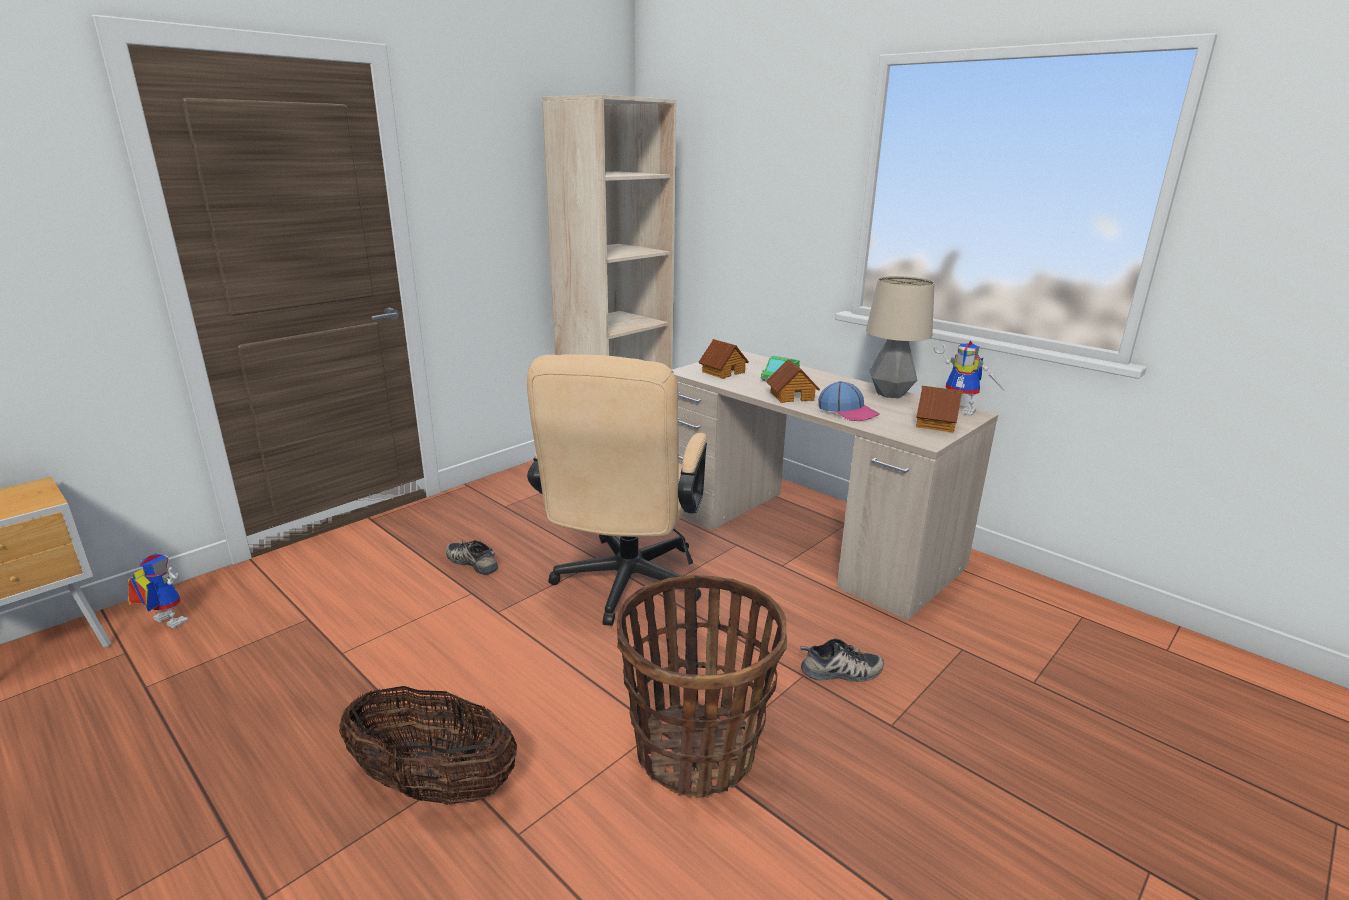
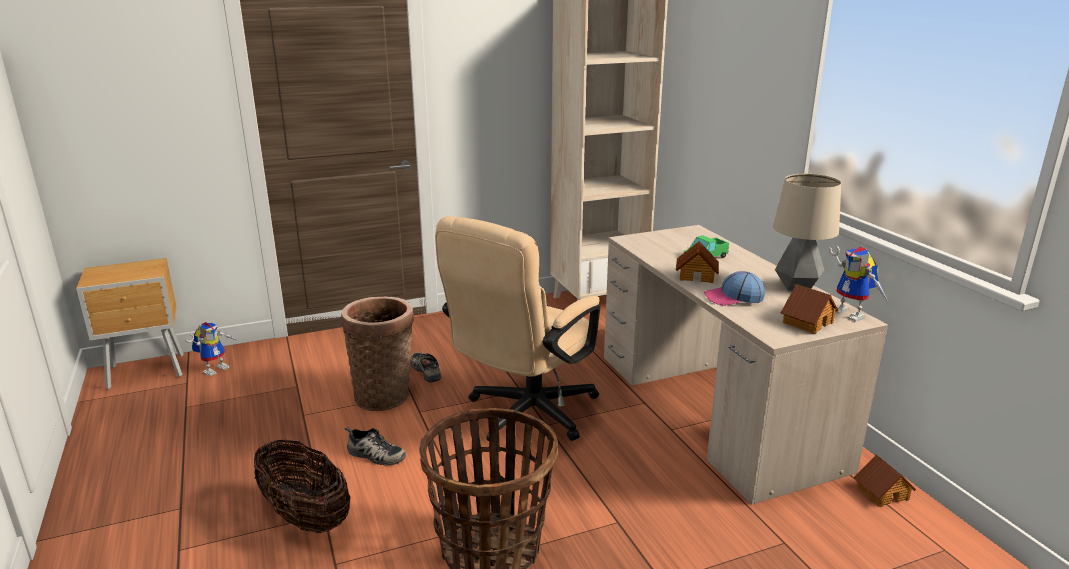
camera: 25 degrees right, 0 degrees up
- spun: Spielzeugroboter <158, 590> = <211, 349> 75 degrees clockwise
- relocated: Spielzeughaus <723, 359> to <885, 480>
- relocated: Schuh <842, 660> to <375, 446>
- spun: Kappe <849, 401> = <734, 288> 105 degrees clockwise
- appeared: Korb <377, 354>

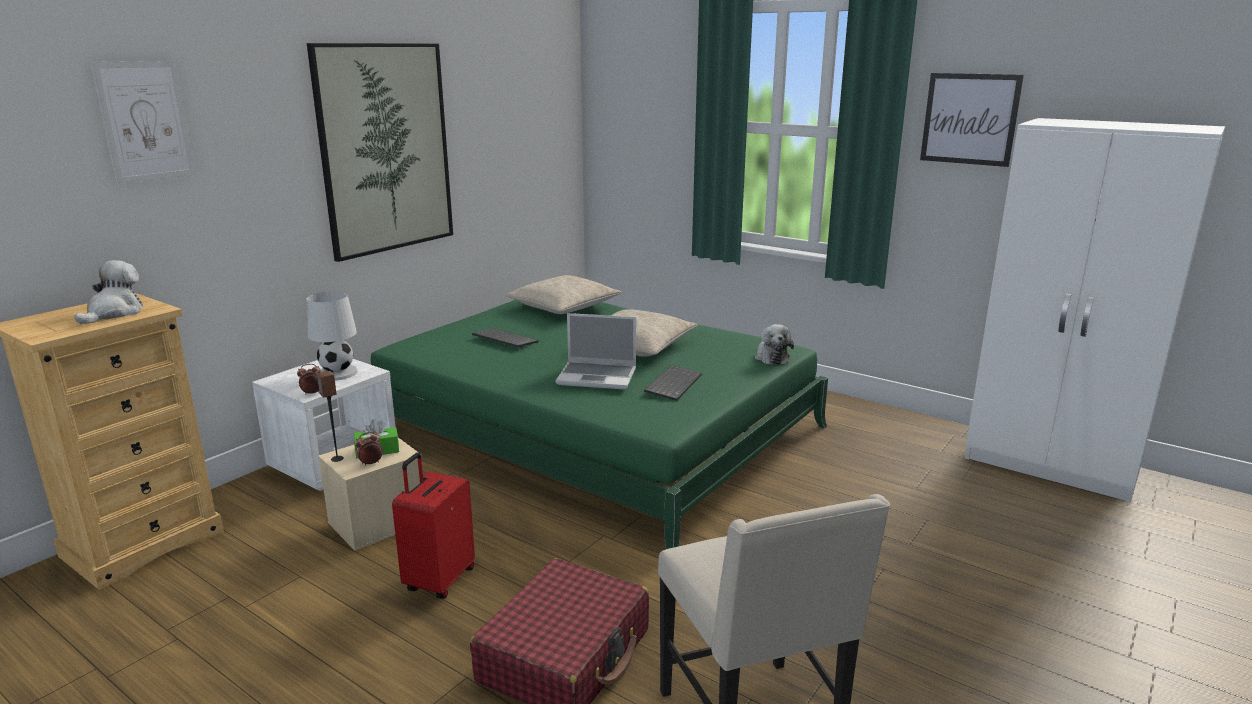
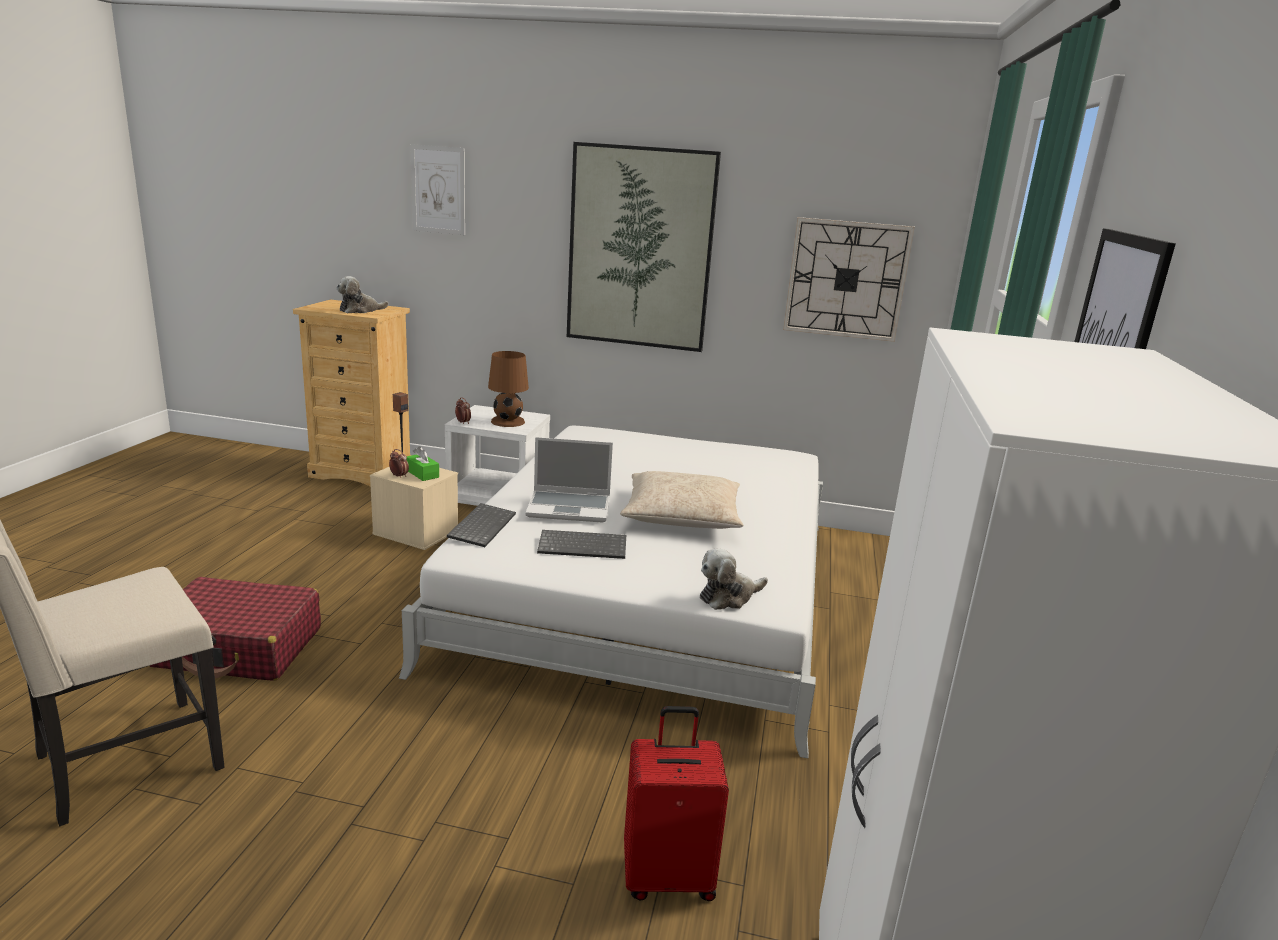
camera: 65 degrees right, 0 degrees up
- spun: Plüschtier <109, 292> = <362, 295> 150 degrees clockwise
- colour: Tischlampe/weiß <332, 336> to Tischlampe/braun <508, 389>
- colour: Bett/grün <599, 424> to Bett/weiß <611, 592>
- relocated: Koffer/rot <433, 526> to <676, 803>
- relocated: Tastatur <505, 337> to <481, 525>
- missing: Kissen/beige <564, 294>
- spun: Laptop <596, 351> = <569, 480> 75 degrees counterclockwise
- appeared: Wanduhr <849, 279>

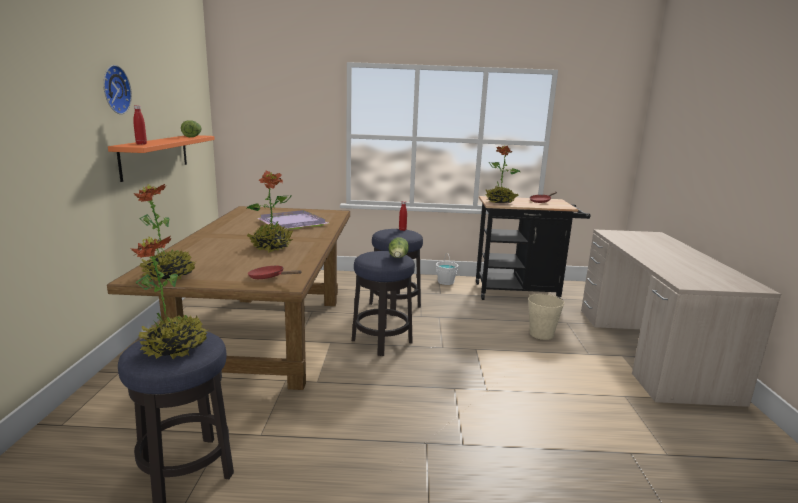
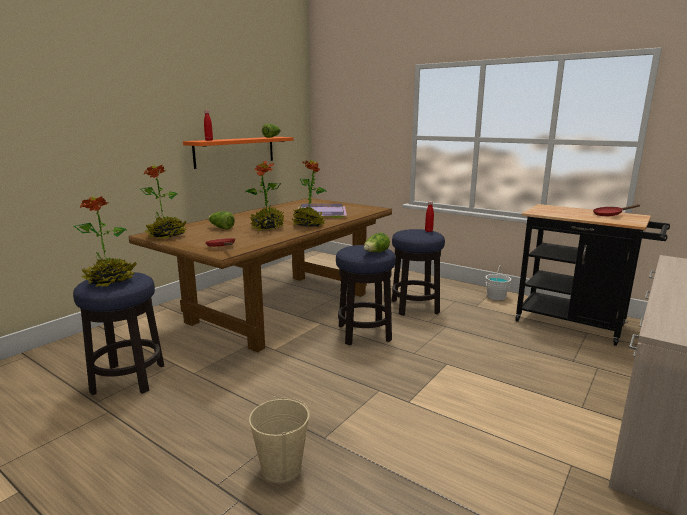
camera: 35 degrees right, 0 degrees up
- missing: Wanduhr <117, 89>
- relocated: Topfpflanze <502, 174> to <309, 193>
- relocated: Eimer/beige <546, 316> to <279, 440>
- appeared: Salatkopf <221, 220>

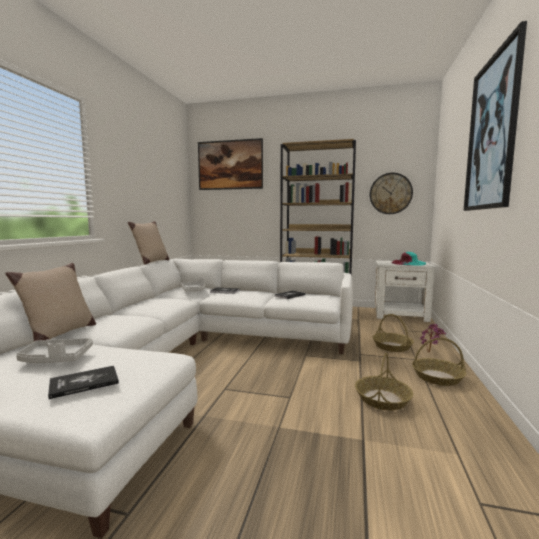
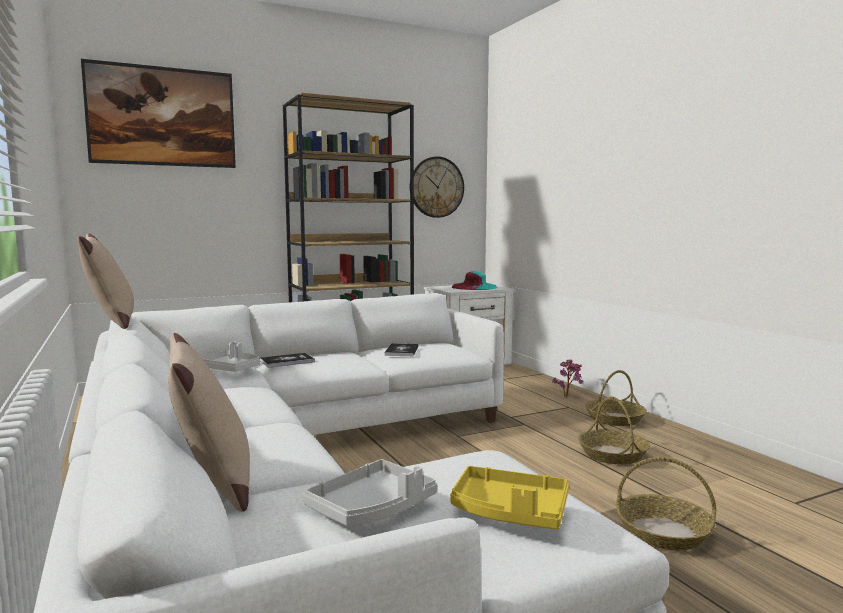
camera: 40 degrees left, 0 degrees up
- exchanged: Buch <83, 382> to Tablett/gelb <509, 498>
- relocated: Korb <393, 333> to <666, 503>
- missing: Bild <495, 116>

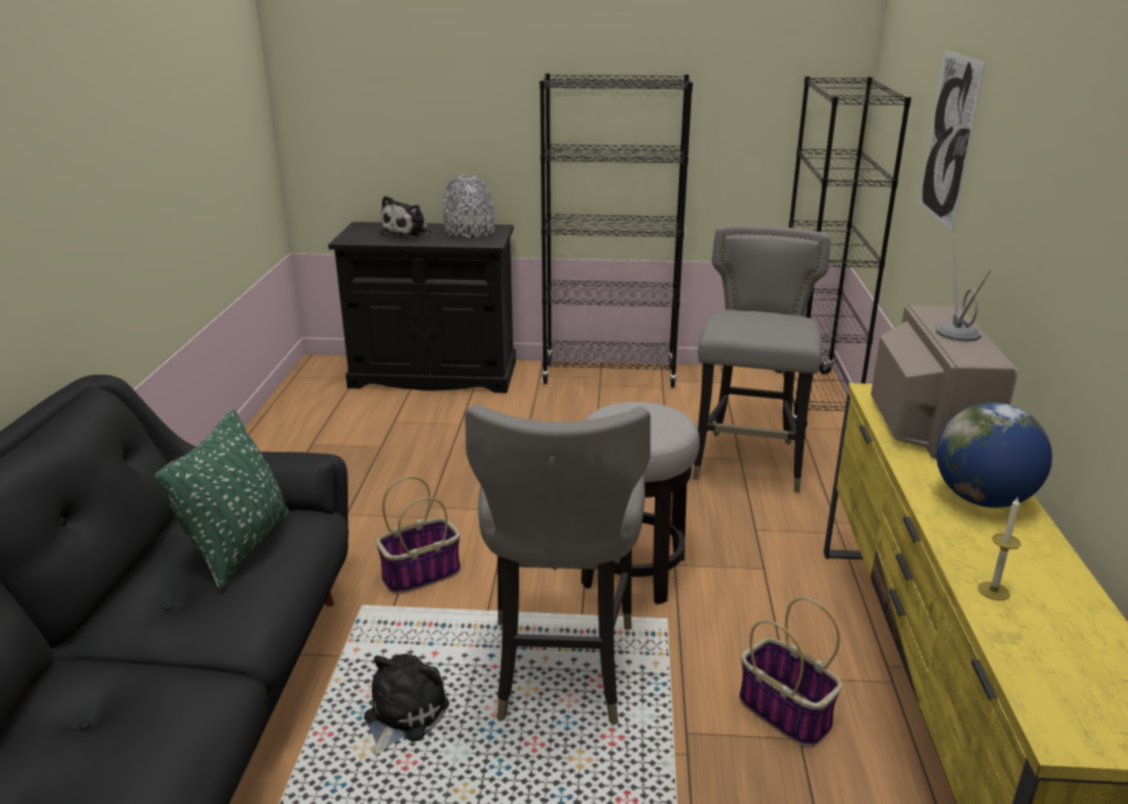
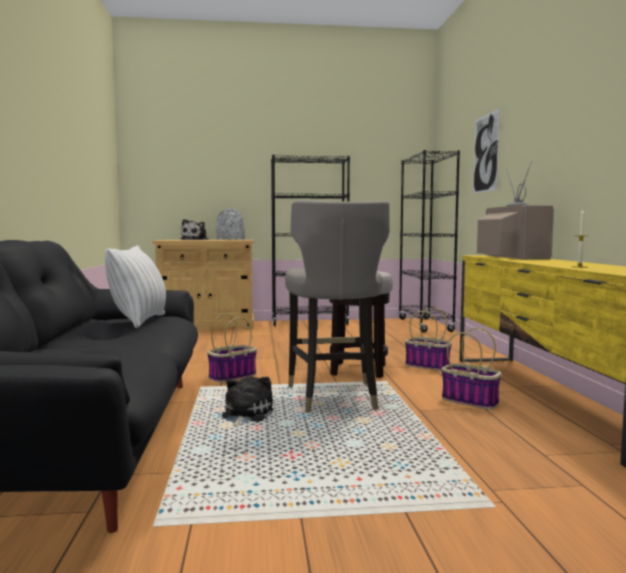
camera: 10 degrees left, 20 degrees down
- colour: Kissen/grün <222, 499> to Kissen/weiß <135, 287>
- colour: Schrank/schwarz <422, 307> to Schrank/beige <203, 285>
- missing: Hocker/grau <762, 359>
- missing: Globus <994, 455>
- appeared: Korb <428, 339>

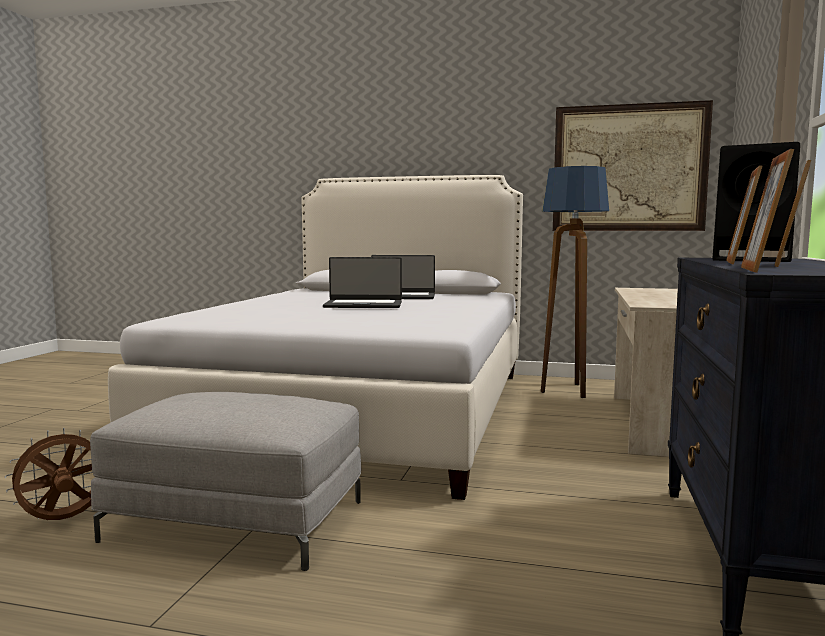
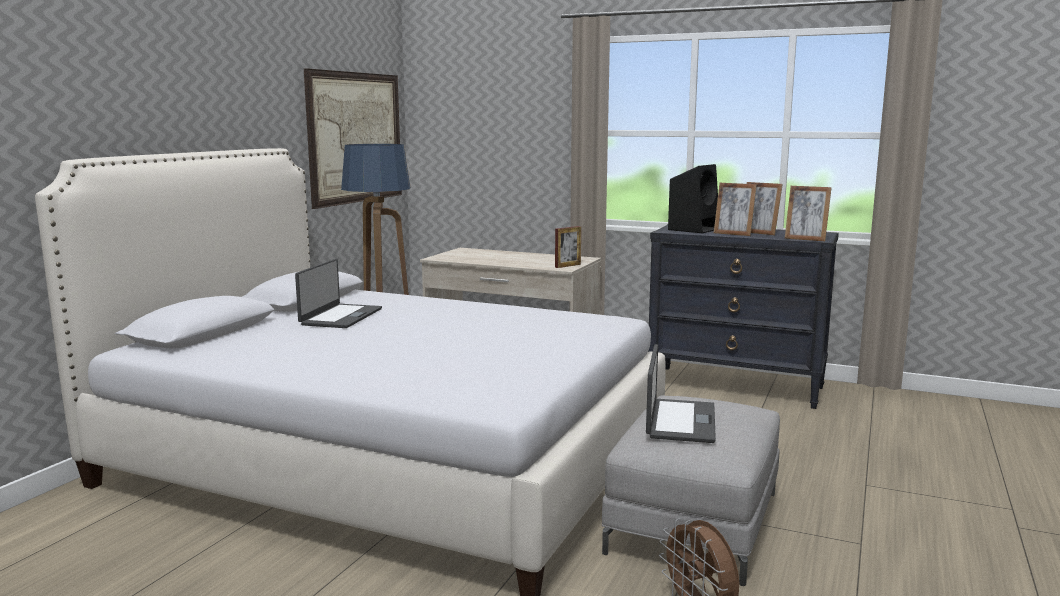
camera: 80 degrees left, 5 degrees up
- relocated: Laptop <362, 282> to <681, 393>
- appeared: Bilderrahmen <568, 247>

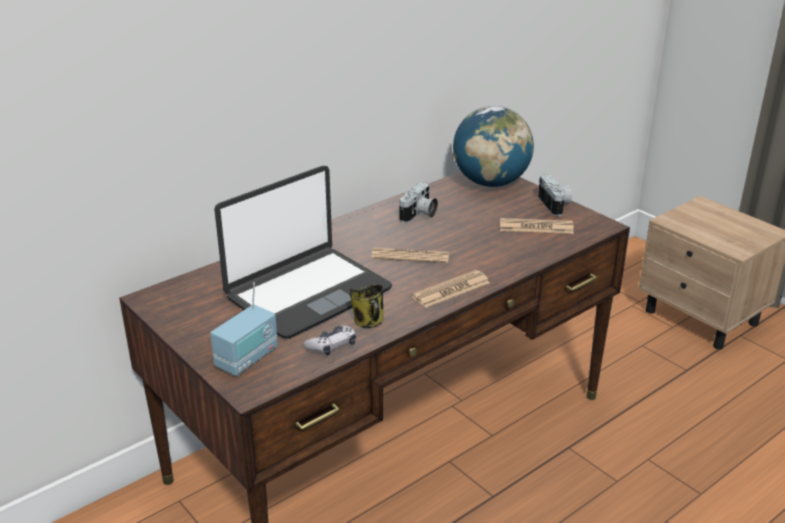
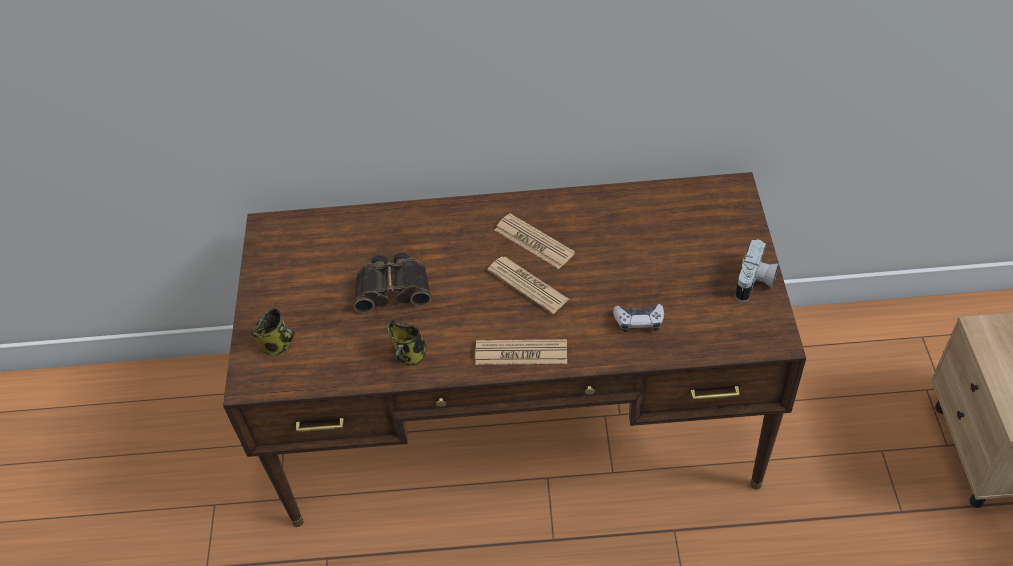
camera: 40 degrees right, 20 degrees up
- exchanged: Radio <244, 329> to Henkelbecher <272, 332>
- exchanged: Laptop <303, 252> to Fernglas <392, 283>
- relocated: Gamepad <330, 341> to <638, 318>
- missing: Kamera <419, 202>
- missing: Globus <493, 146>
- relocated: Zeitung <537, 226> to <535, 241>

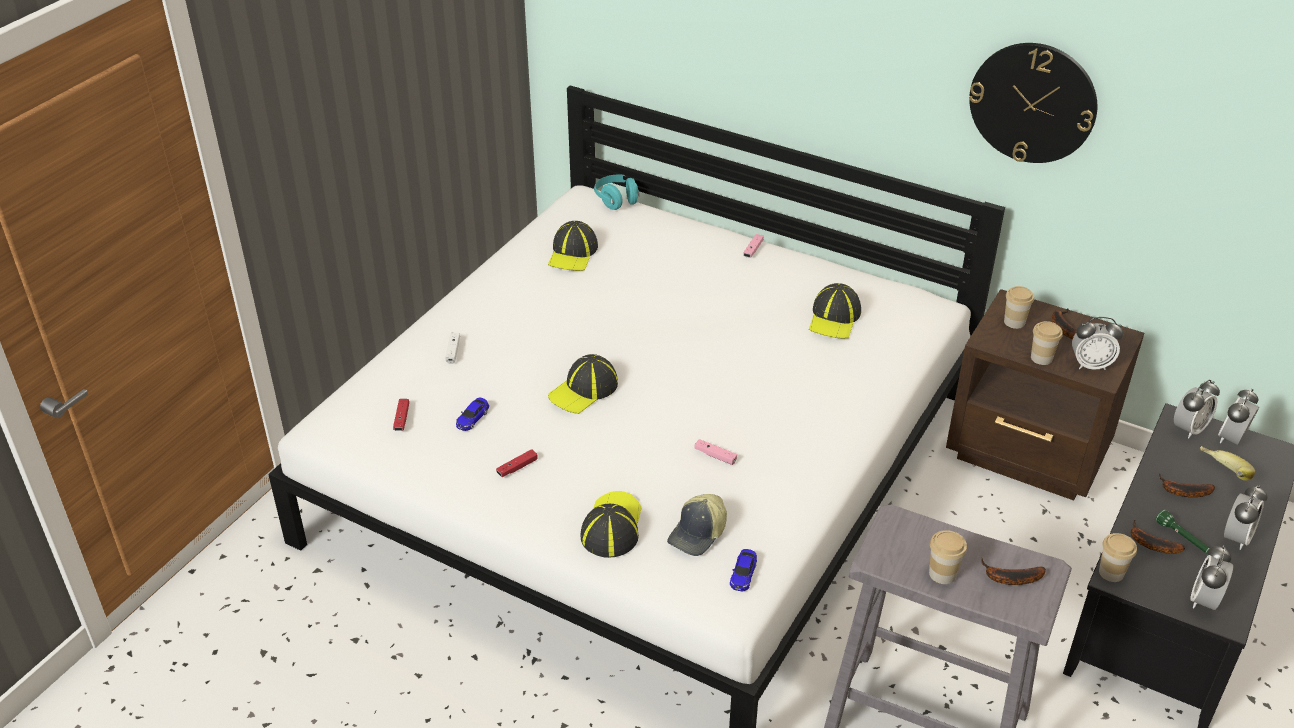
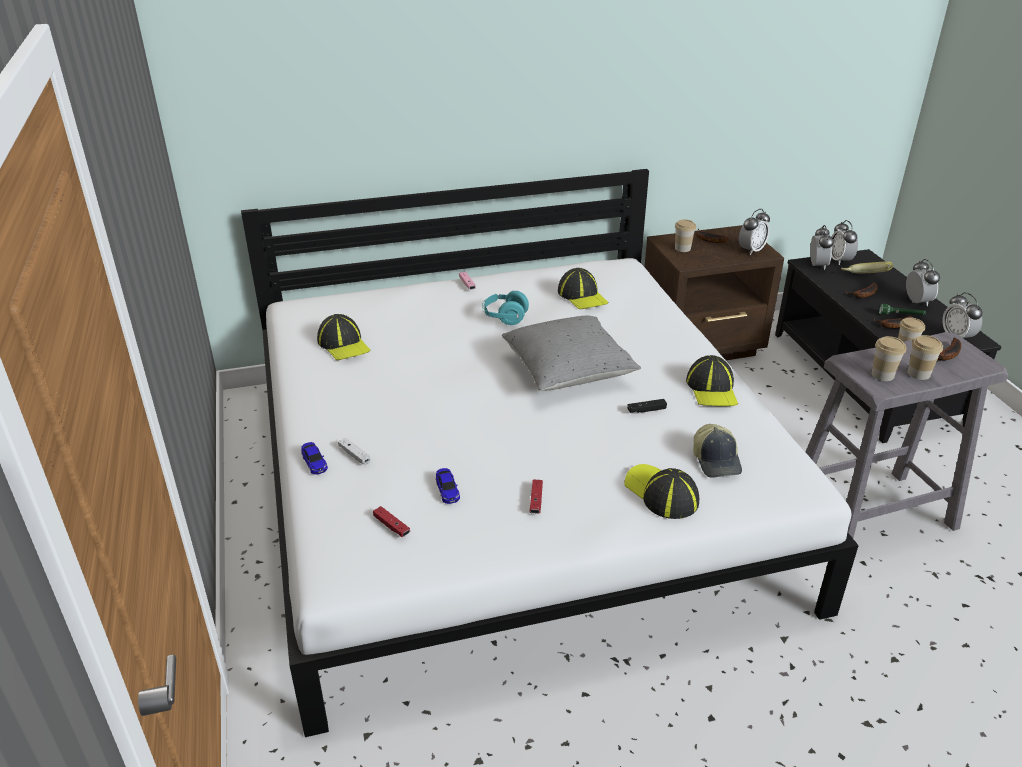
camera: 45 degrees left, 5 degrees down
- relocated: Kappe <583, 384> to <712, 380>
- relocated: Kopfhörer/türkis <616, 192> to <505, 308>
- colour: Gamepad/rosa <715, 452> to Gamepad/schwarz <647, 406>
- relocated: Spielzeugauto <743, 570> to <314, 458>
- missing: Wanduhr <1033, 103>
- relocated: Tasse <1047, 343> to <889, 358>
- appeared: Kissen/grau <571, 353>

